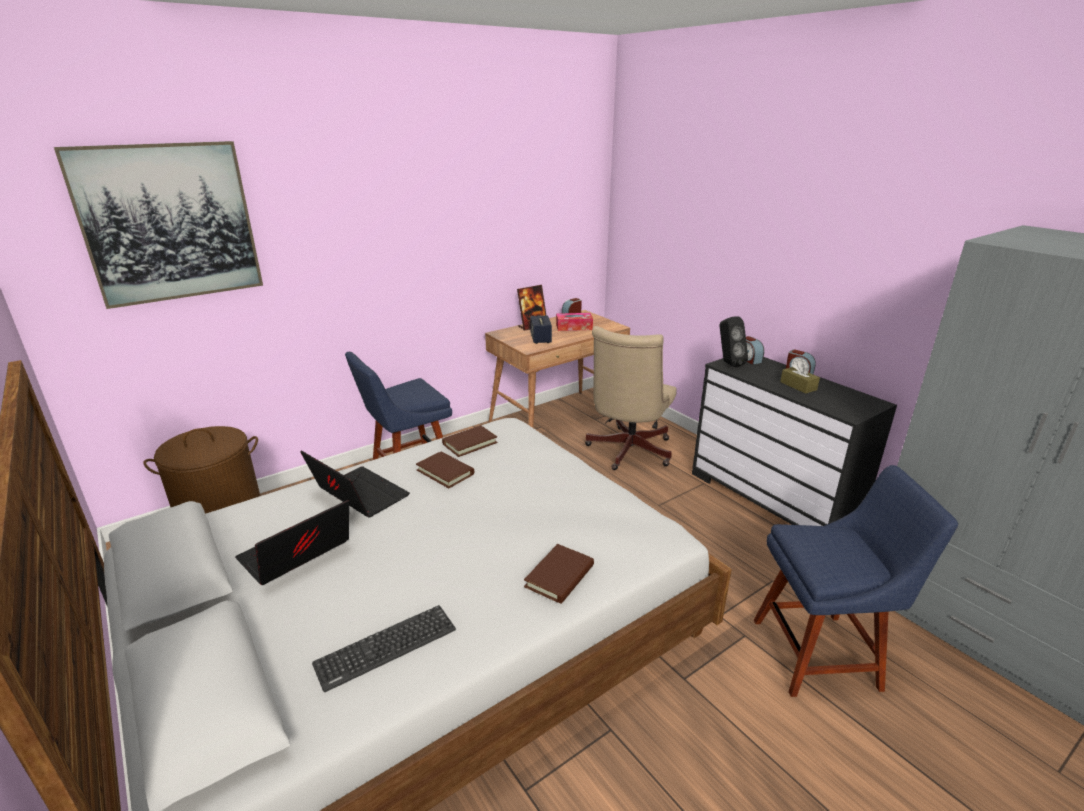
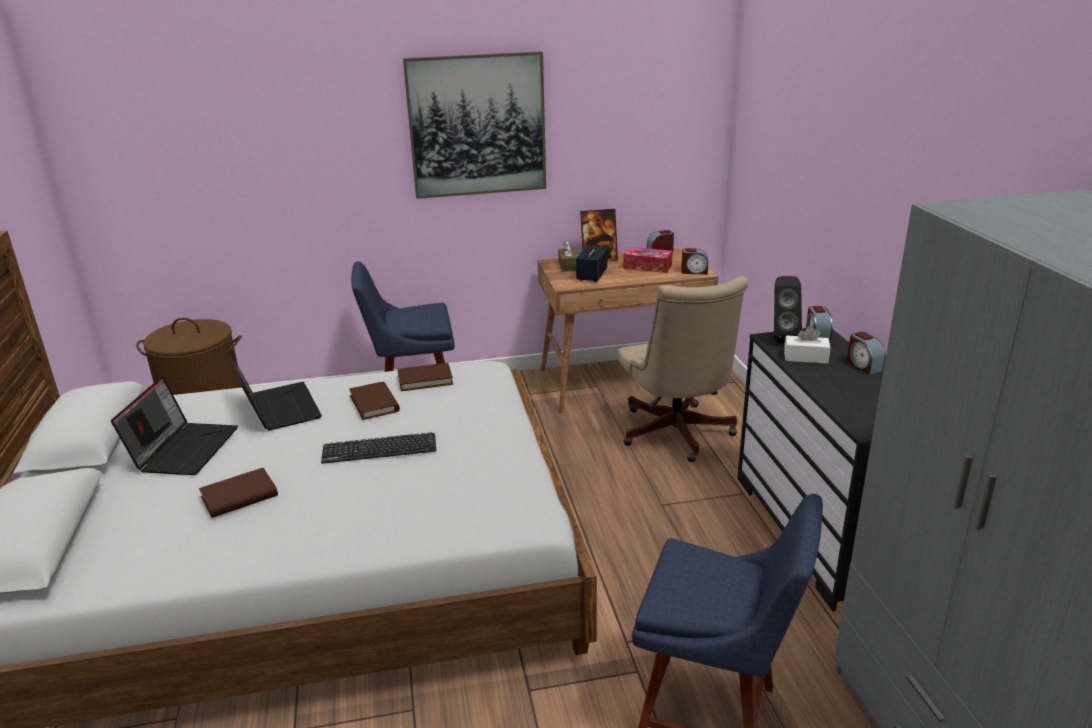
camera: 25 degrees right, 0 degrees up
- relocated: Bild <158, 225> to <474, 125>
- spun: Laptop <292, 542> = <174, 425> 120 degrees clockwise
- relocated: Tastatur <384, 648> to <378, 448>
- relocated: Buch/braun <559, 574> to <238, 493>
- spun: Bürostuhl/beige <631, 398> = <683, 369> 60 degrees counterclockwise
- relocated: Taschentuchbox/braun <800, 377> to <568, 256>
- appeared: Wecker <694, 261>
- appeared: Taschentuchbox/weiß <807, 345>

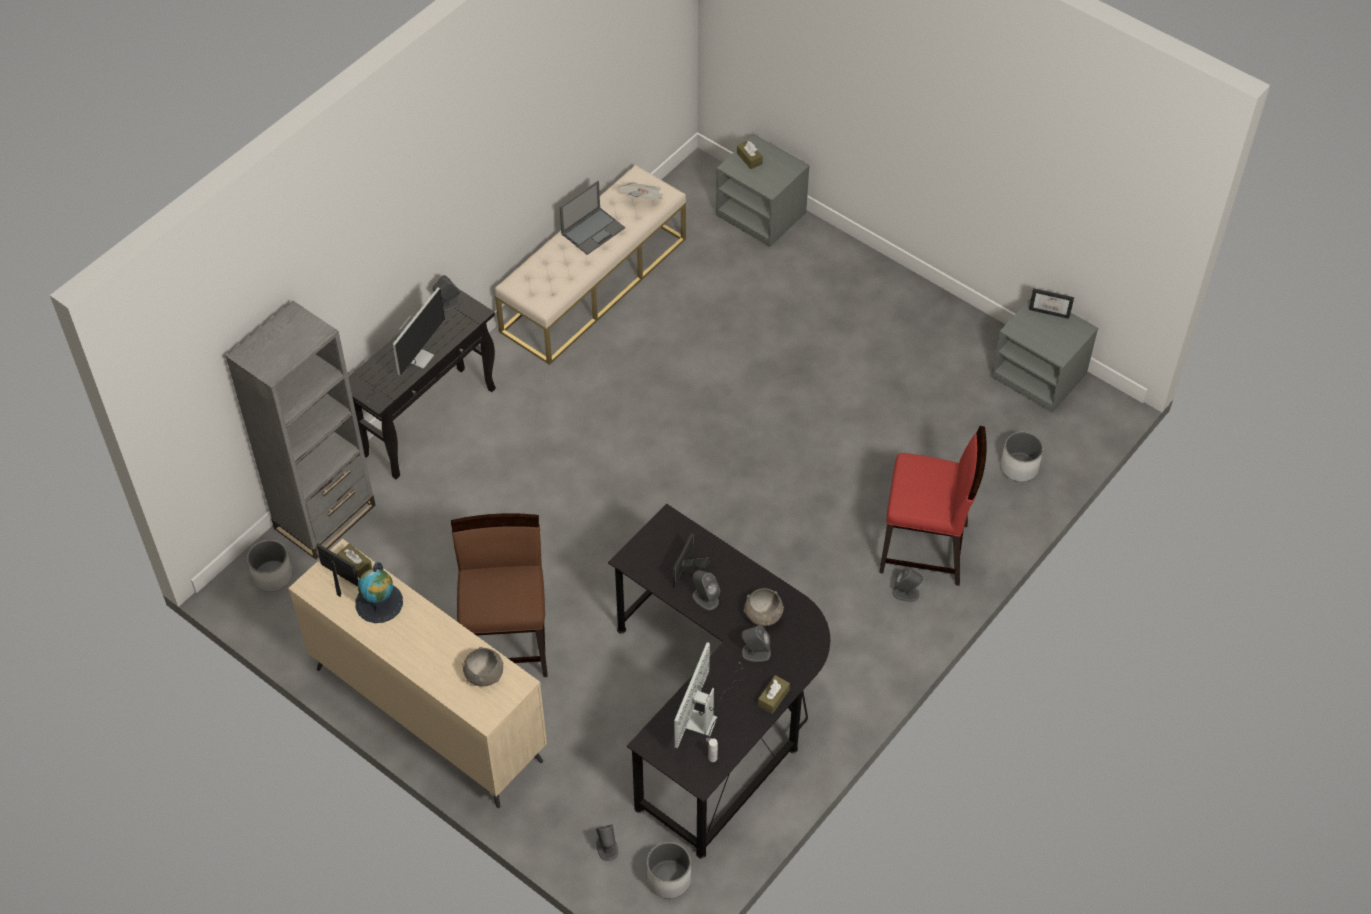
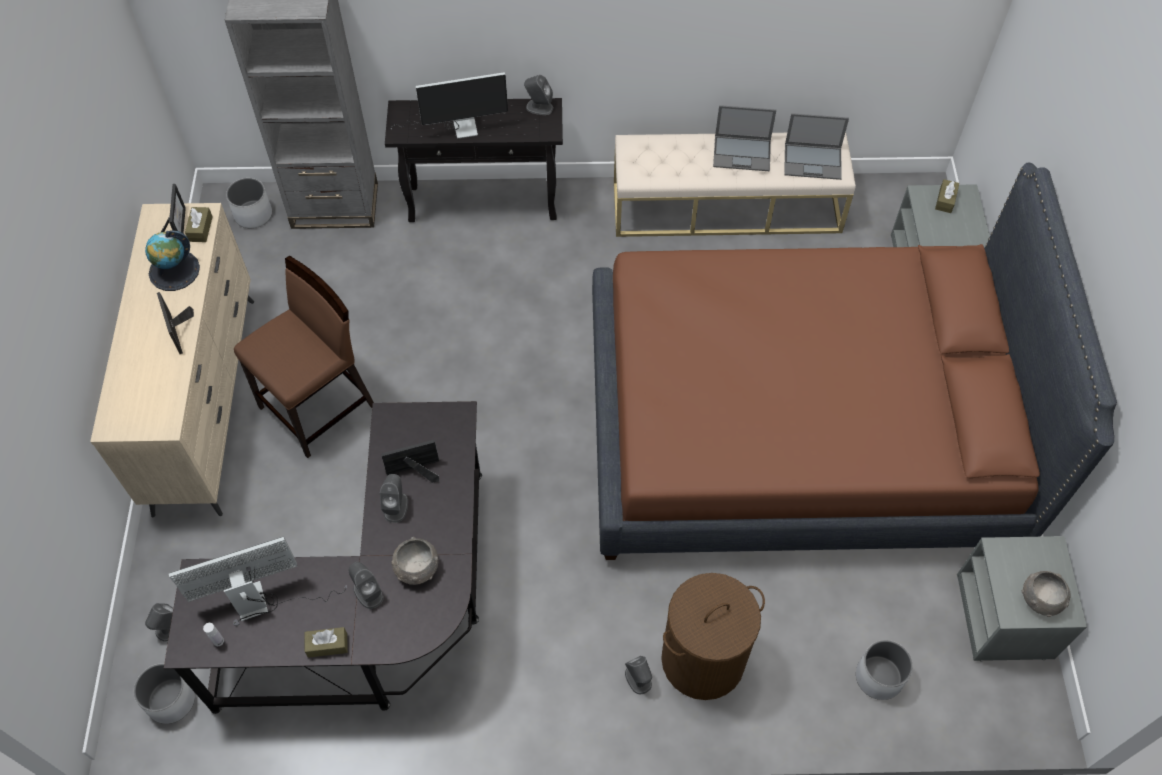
camera: 50 degrees right, 5 degrees up
- relocated: Schüssel/grau <483, 666> to <1046, 594>
- exchanged: Zeitung <641, 191> to Laptop <816, 146>
- exchanged: Stuhl/rot <933, 506> to Wäschekorb/braun <713, 636>
- relocated: Bilderrahmen <1051, 303> to <175, 323>
- appeared: Bett/braun <854, 361>

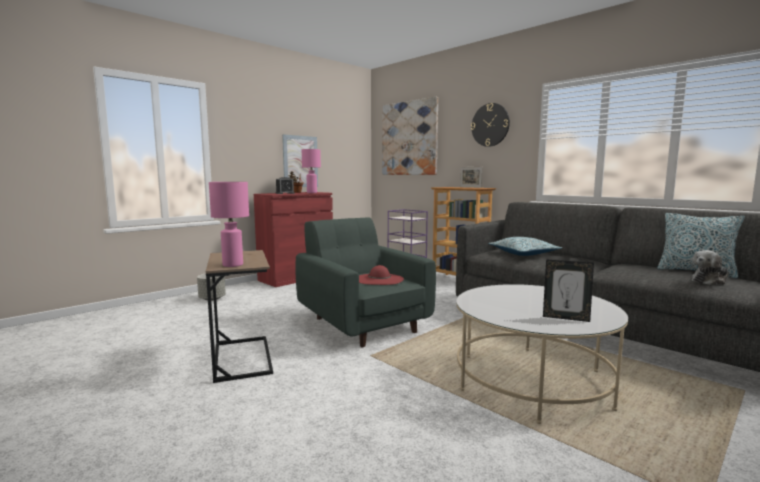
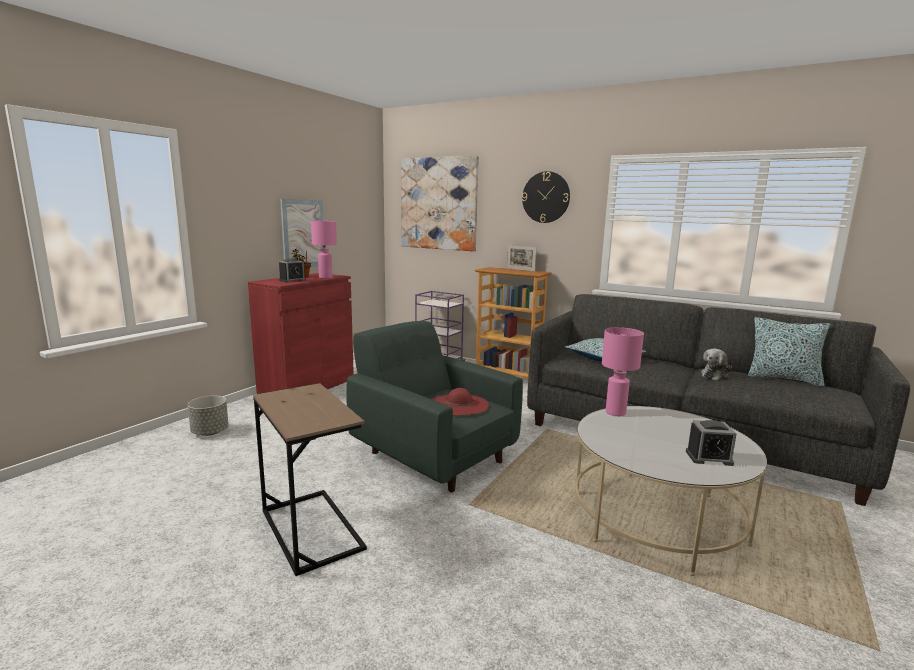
camera: 15 degrees left, 5 degrees up
- relocated: Tischlampe/rosa <229, 224> to <623, 371>
- exchanged: Bilderrahmen <568, 291> to Wecker <711, 443>
- relocated: Plüschtier <710, 267> to <716, 365>

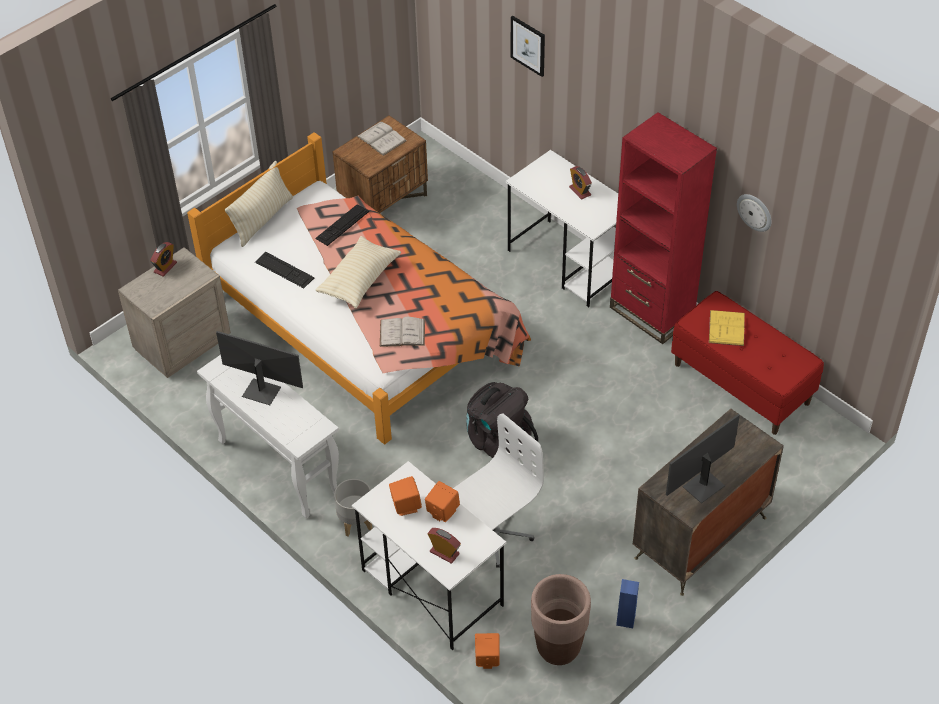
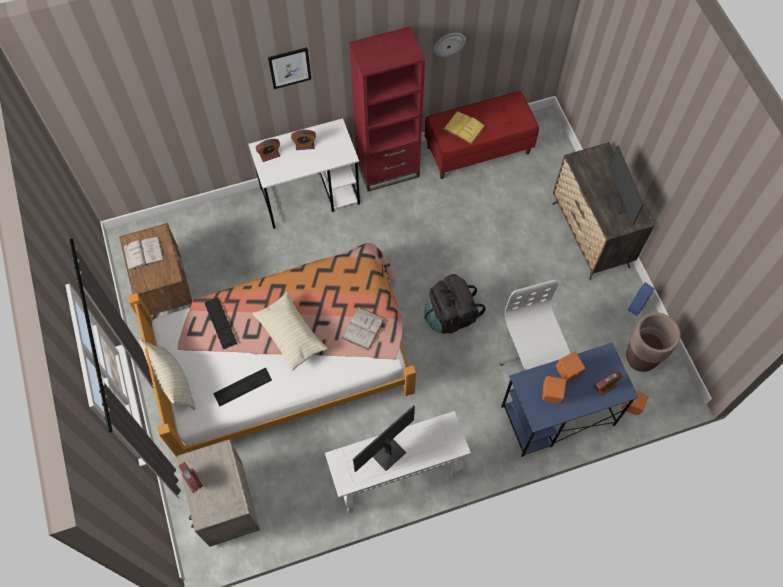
camera: 65 degrees left, 15 degrees up
- missing: Pflanzkübel/grau <353, 507>
- colour: Schreibtisch/weiß <429, 555> to Schreibtisch/blau <570, 400>
- relocated: Bild <528, 46> to <289, 68>
- appeared: Wecker <268, 150>

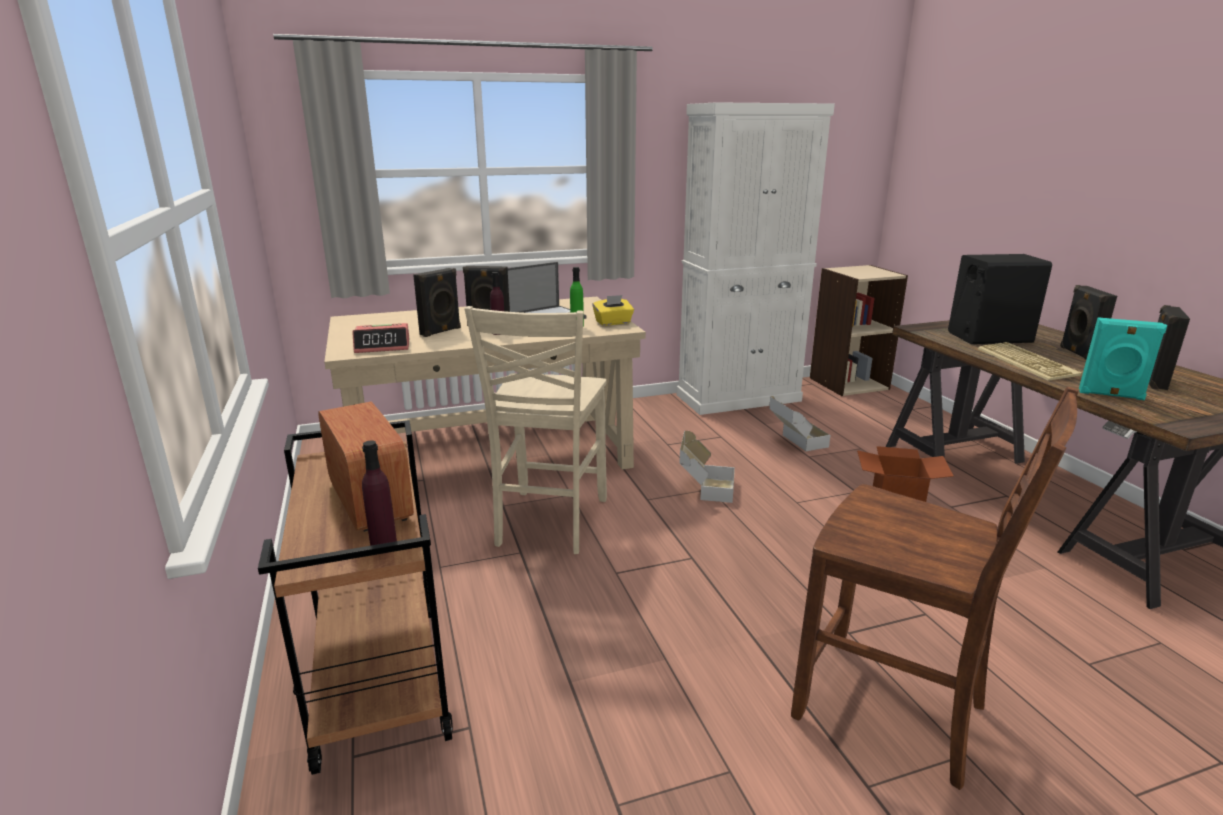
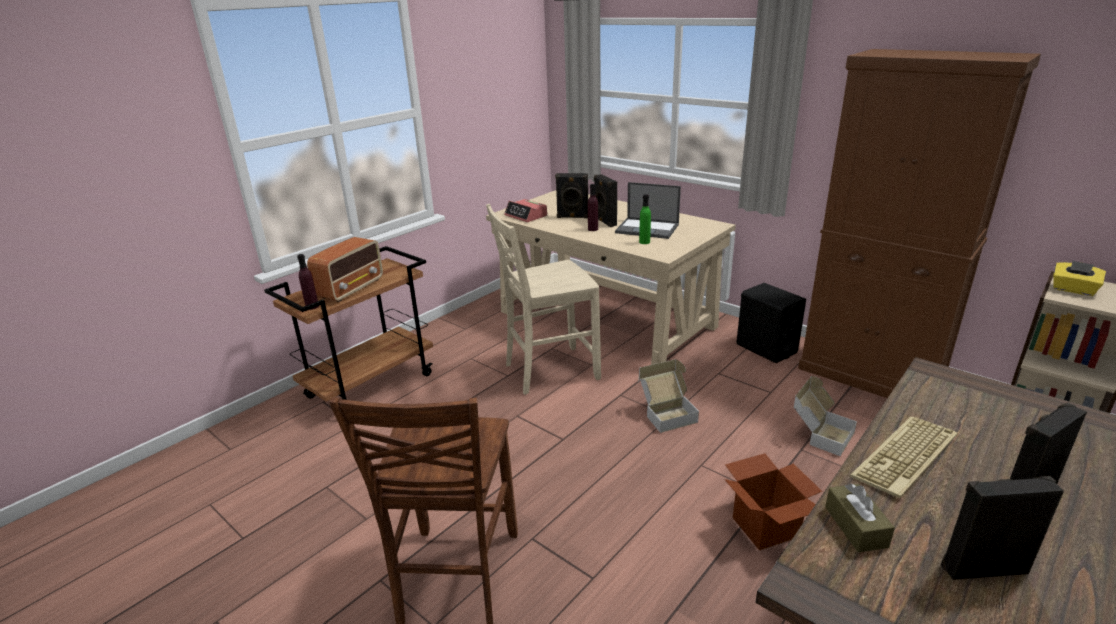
camera: 60 degrees right, 5 degrees up
- relocated: Taschentuchbox/gelb <613, 310> to <1079, 278>
- colour: Schrank/weiß <756, 258> to Schrank/braun <919, 223>
- relocated: Lautsprecher/schwarz <1000, 299> to <771, 323>
- exchanged: Lautsprecher/türkis <1123, 358> to Taschentuchbox/braun <860, 518>

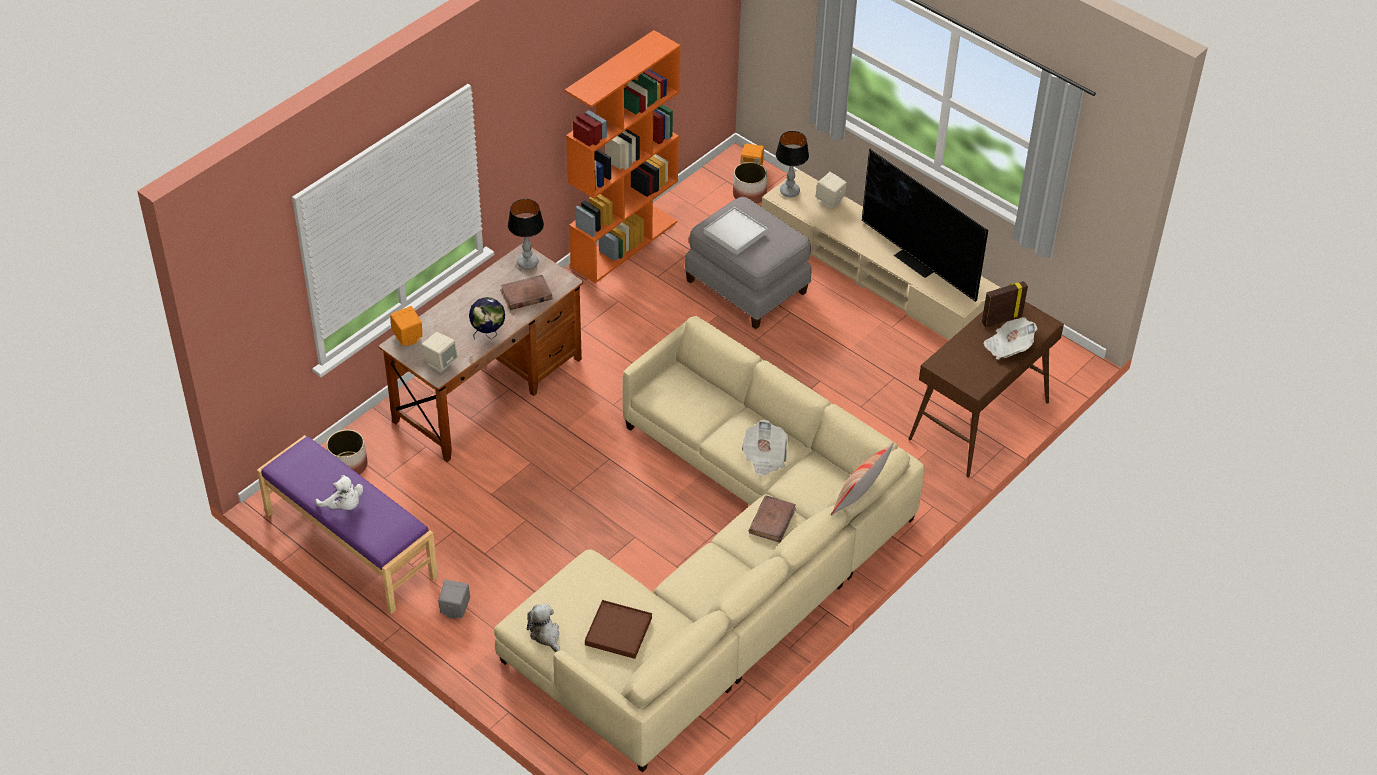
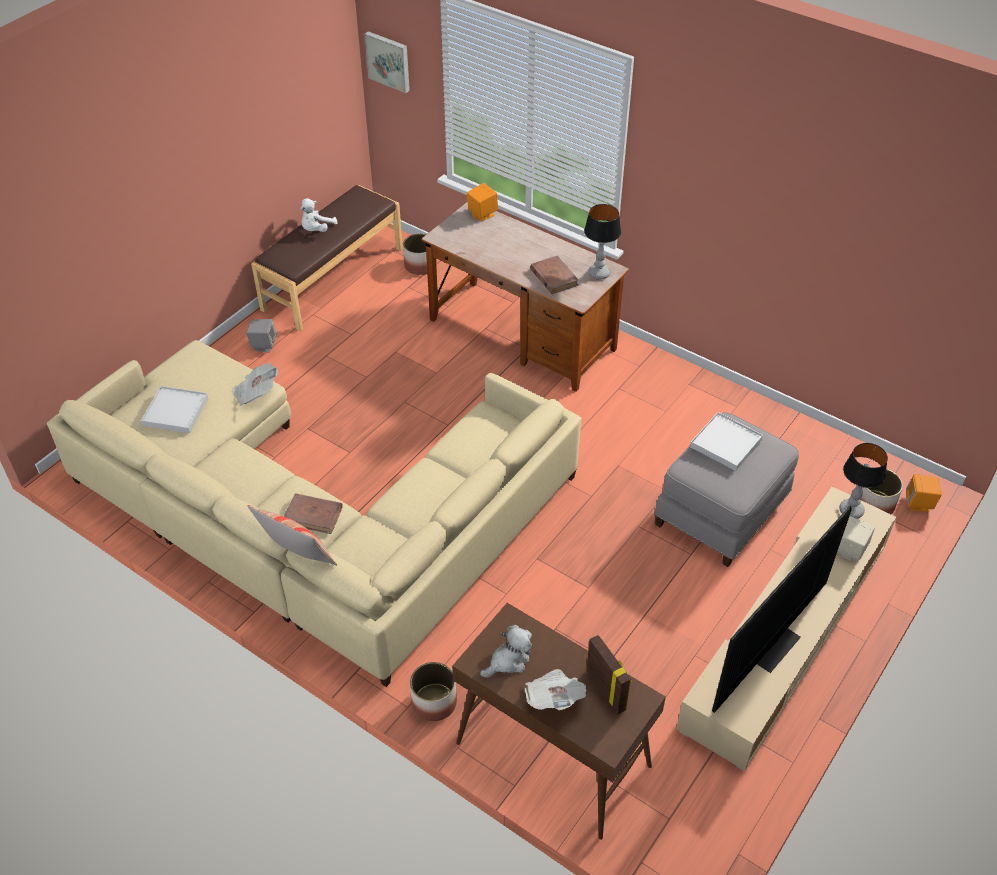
camera: 85 degrees right, 0 degrees up
- colour: Bank/lila <347, 524> to Bank/braun <327, 258>
- missing: Lautsprecher/beige <440, 352>
- missing: Globus <487, 318>
- relocated: Plüschtier <543, 628> to <506, 651>
- missing: Bücherregal/orange <622, 156>
- colour: Tablett/braun <618, 629> to Tablett/weiß <174, 409>
- relocated: Zeitung <765, 448> to <255, 384>
- appeared: Bild <387, 62>
- appeared: Pflanzkübel <433, 691>

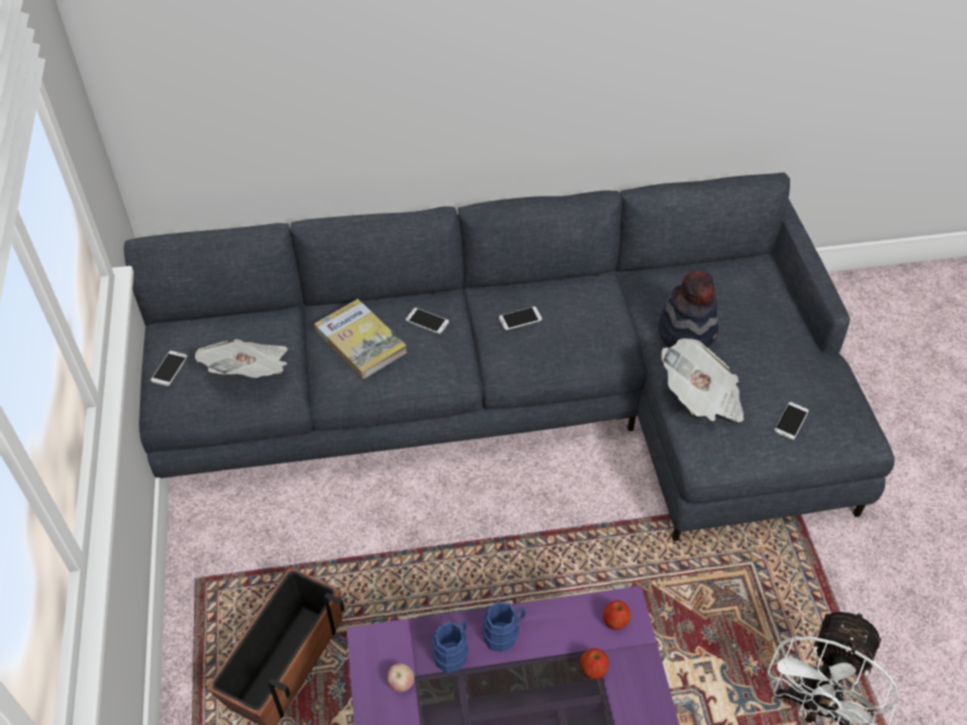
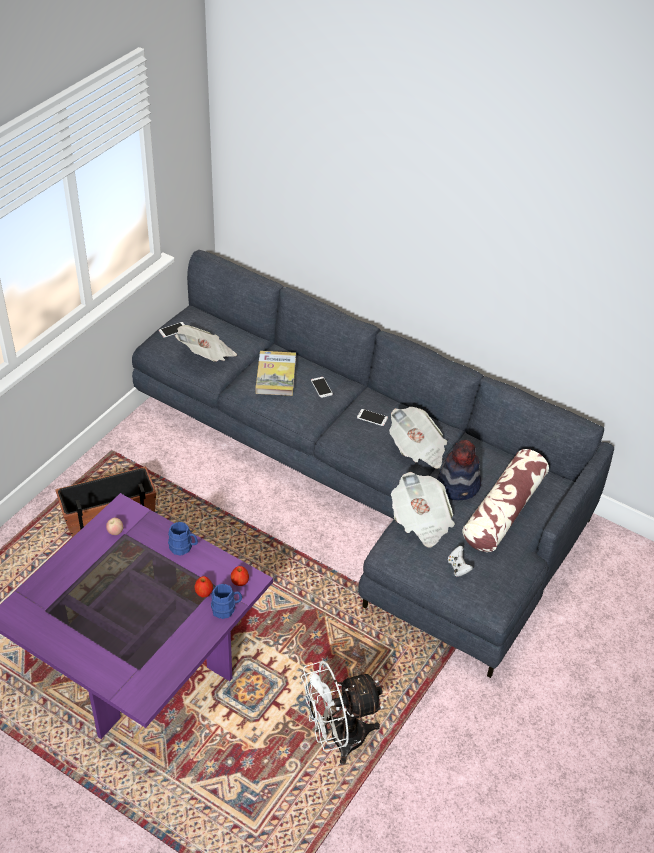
camera: 40 degrees right, 5 degrees down
- relocated: Henkelbecher/blau <450, 646> to <226, 601>
- exchanged: Handy <791, 421> to Gamepad/weiß <460, 561>
- appeared: Zeitung <418, 438>
- appeared: Kissen <505, 500>

